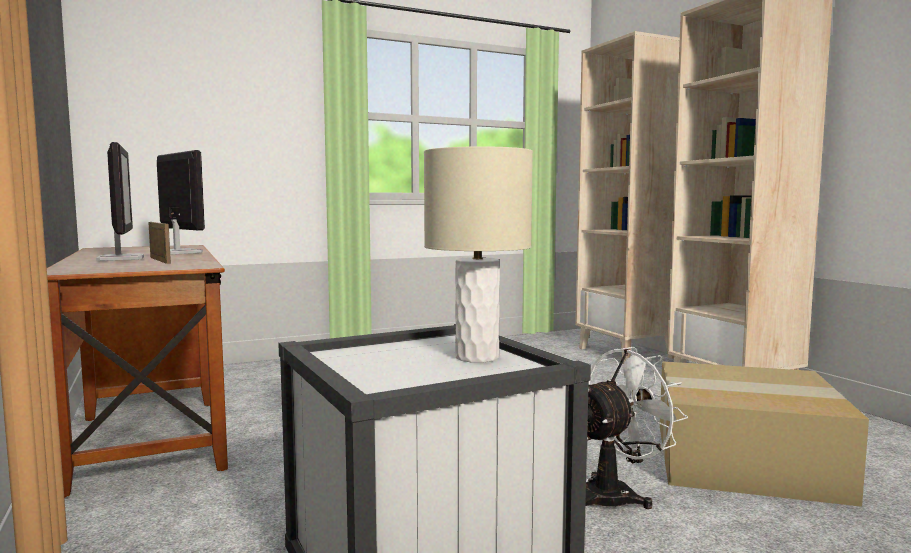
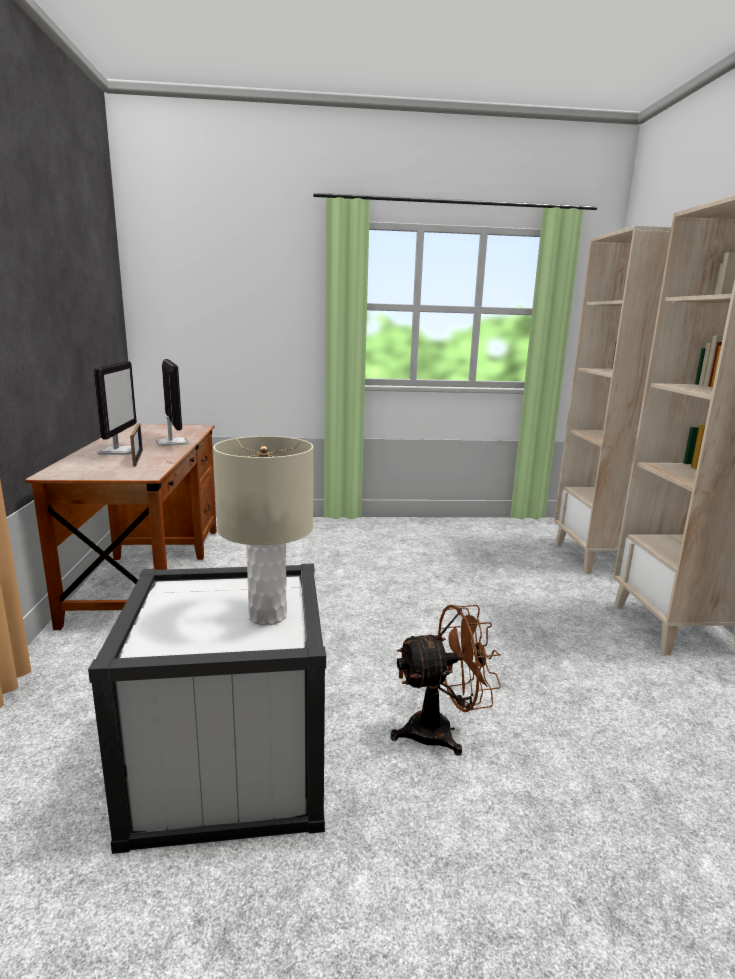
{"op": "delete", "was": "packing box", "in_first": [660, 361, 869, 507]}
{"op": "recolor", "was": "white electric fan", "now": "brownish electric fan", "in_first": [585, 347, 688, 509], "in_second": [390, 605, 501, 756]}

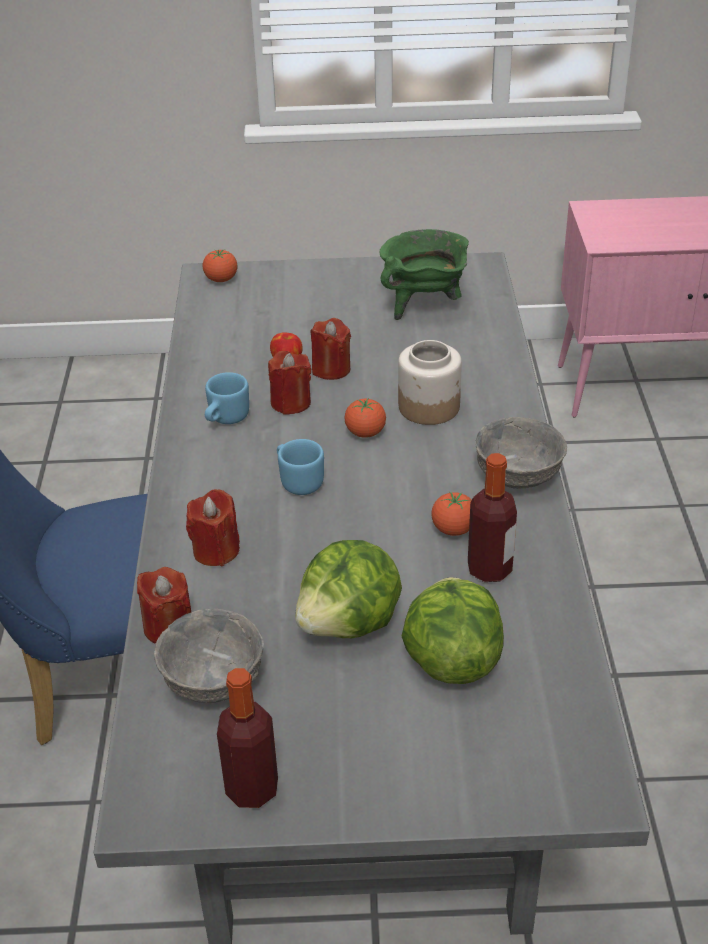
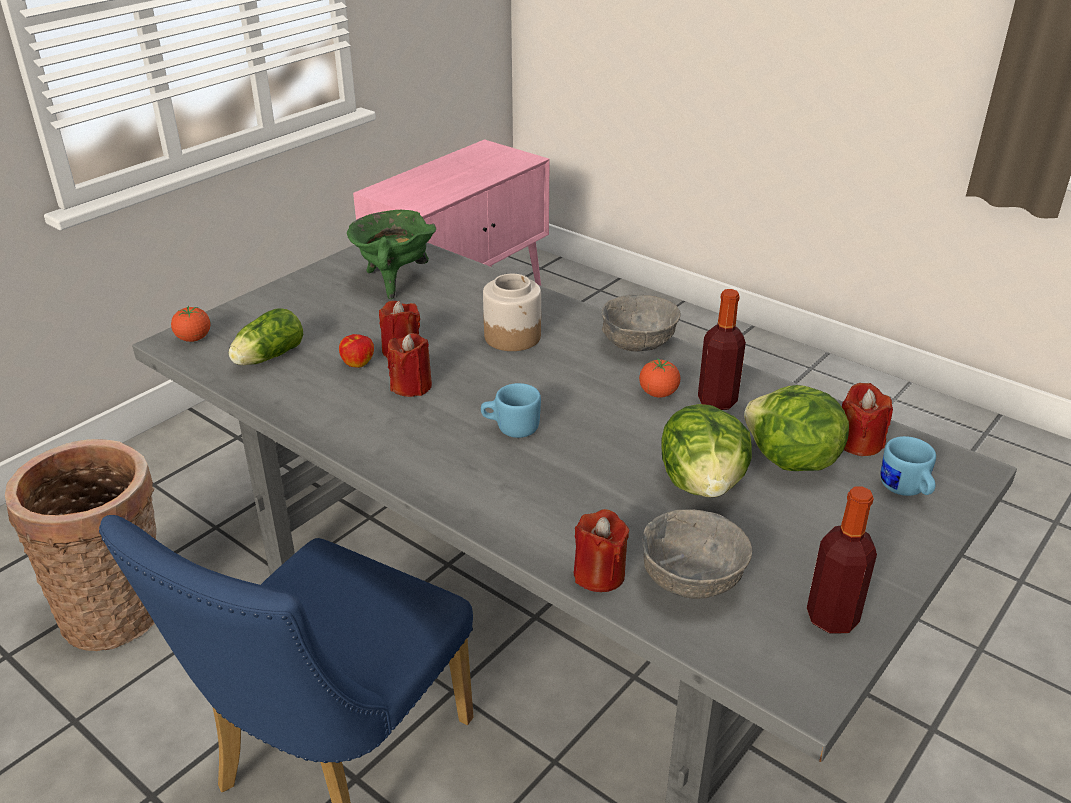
{"op": "delete", "was": "tomato", "in_first": [344, 398, 386, 438]}
{"op": "insert", "now": "storage basket", "in_second": [5, 439, 156, 651]}
{"op": "insert", "now": "lettuce head", "in_second": [229, 308, 303, 365]}
{"op": "move", "was": "red candle", "in_first": [186, 489, 240, 566], "in_second": [842, 383, 893, 456]}
{"op": "move", "was": "blue-coloured coffee mug", "in_first": [205, 372, 249, 424], "in_second": [880, 436, 936, 496]}

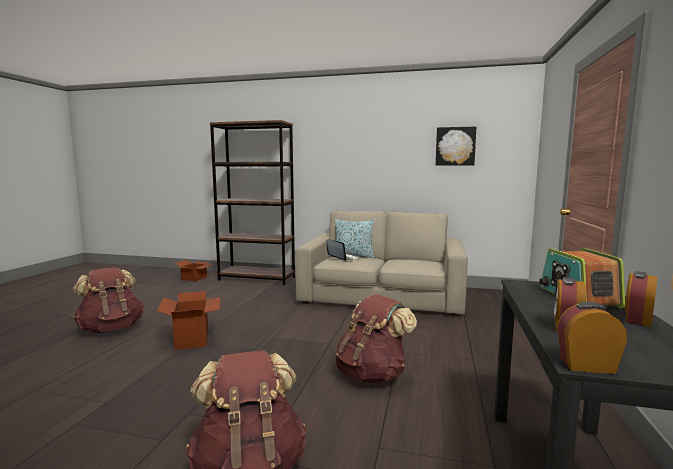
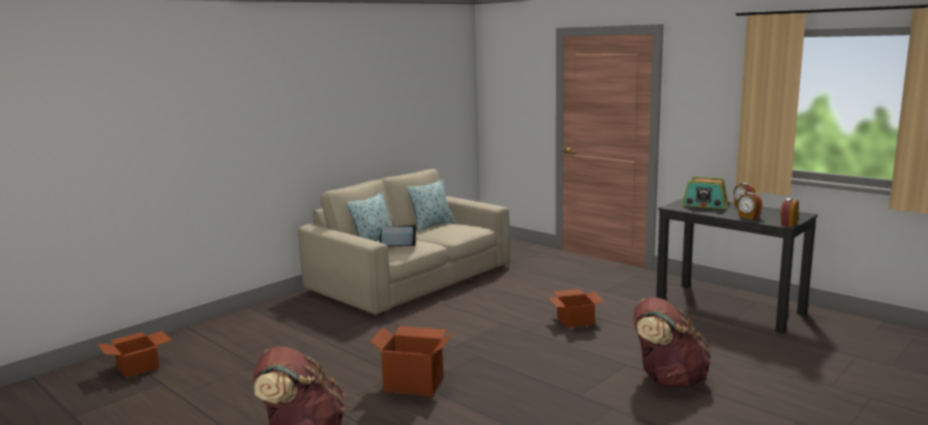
{"op": "delete", "was": "brownish bookshelf", "in_first": [210, 120, 295, 285]}
{"op": "delete", "was": "wall art", "in_first": [436, 126, 477, 166]}
{"op": "insert", "now": "pillow", "in_second": [407, 179, 455, 232]}
{"op": "replace", "was": "brownish knapsack", "now": "packing box", "in_first": [335, 294, 417, 384], "in_second": [548, 289, 604, 328]}

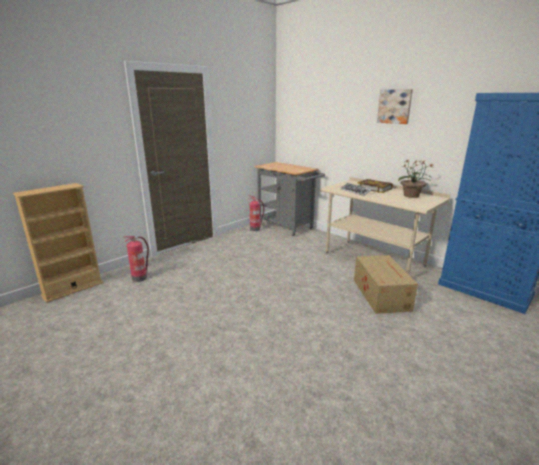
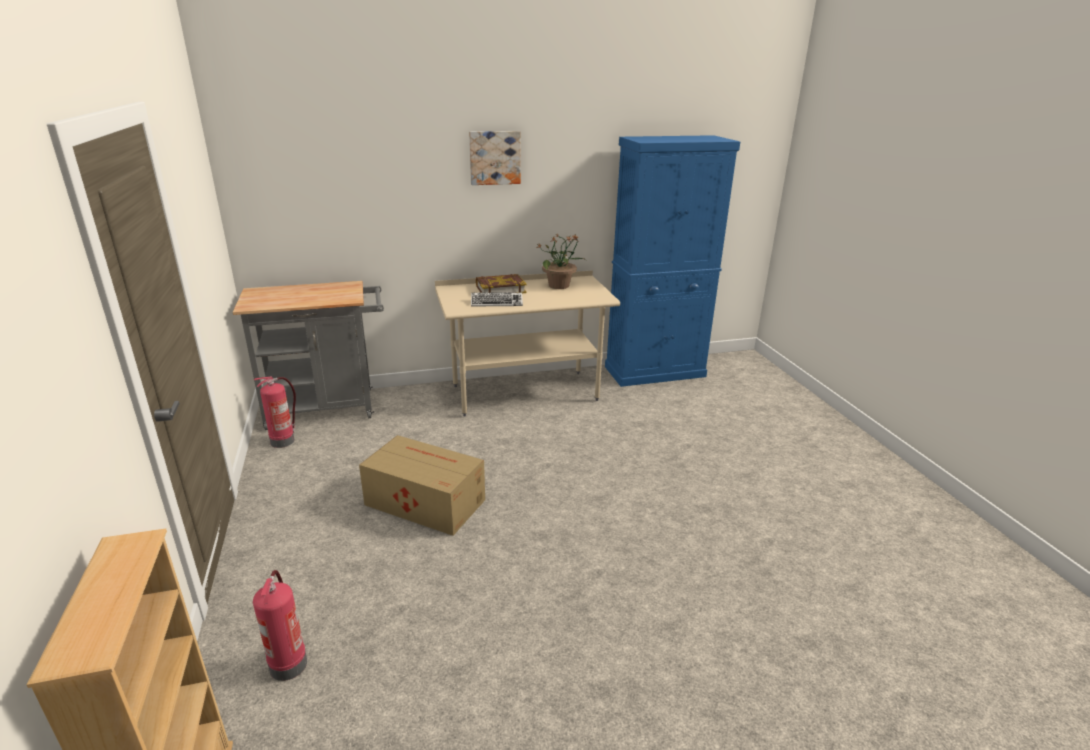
{"op": "move", "was": "packing box", "in_first": [354, 255, 418, 314], "in_second": [359, 435, 485, 536]}

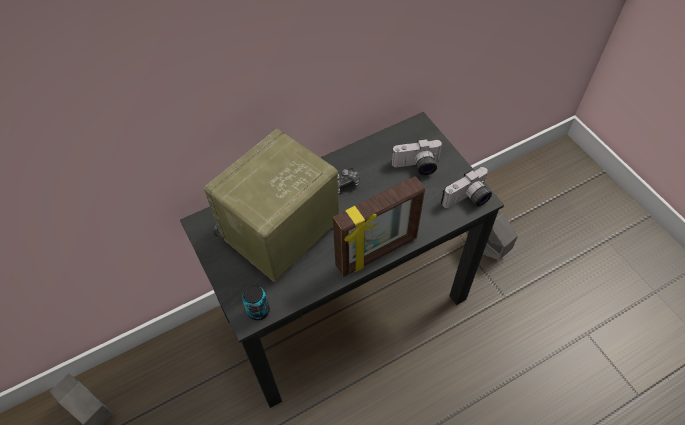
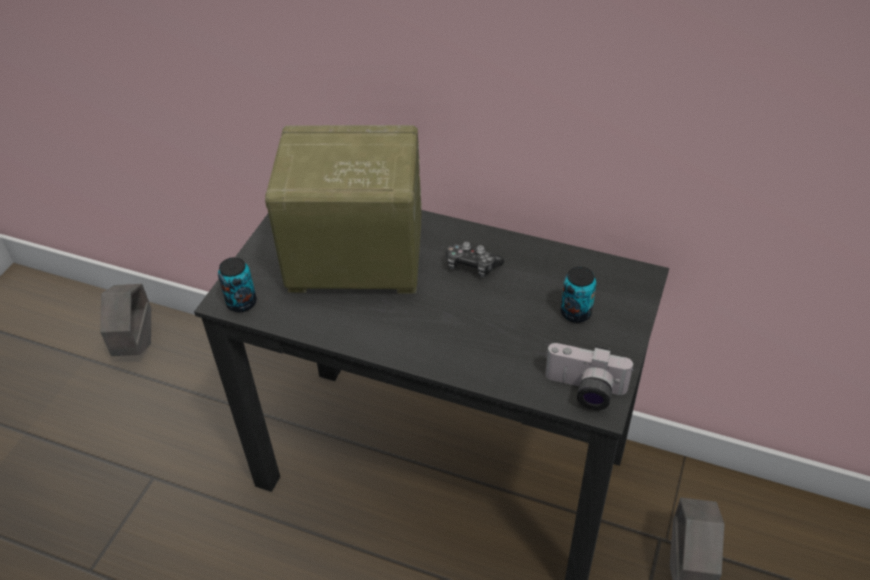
{"op": "delete", "was": "picture frame", "in_first": [333, 176, 425, 277]}
{"op": "replace", "was": "still camera", "now": "sealed can", "in_first": [392, 138, 442, 175], "in_second": [561, 267, 597, 323]}

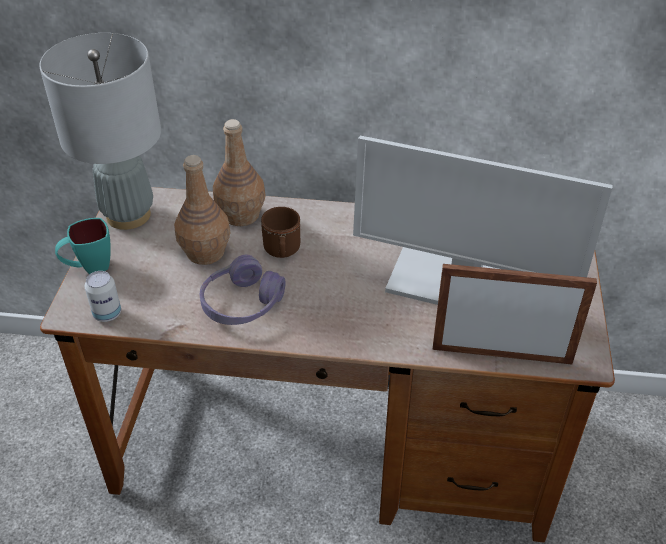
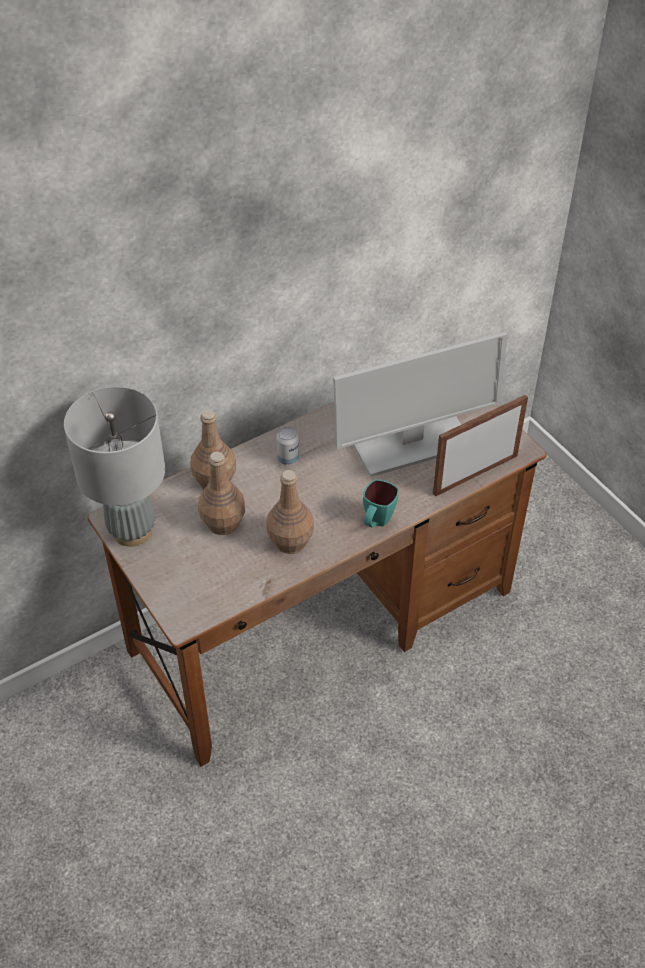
{"op": "delete", "was": "brownish coffee mug", "in_first": [261, 207, 300, 258]}
{"op": "move", "was": "blue-green coffee mug", "in_first": [55, 218, 111, 274], "in_second": [363, 479, 399, 527]}
{"op": "move", "was": "sealed can", "in_first": [84, 271, 121, 322], "in_second": [276, 427, 299, 465]}
{"op": "replace", "was": "purplish headset", "now": "brownish bottle", "in_first": [200, 255, 286, 325], "in_second": [266, 470, 314, 554]}

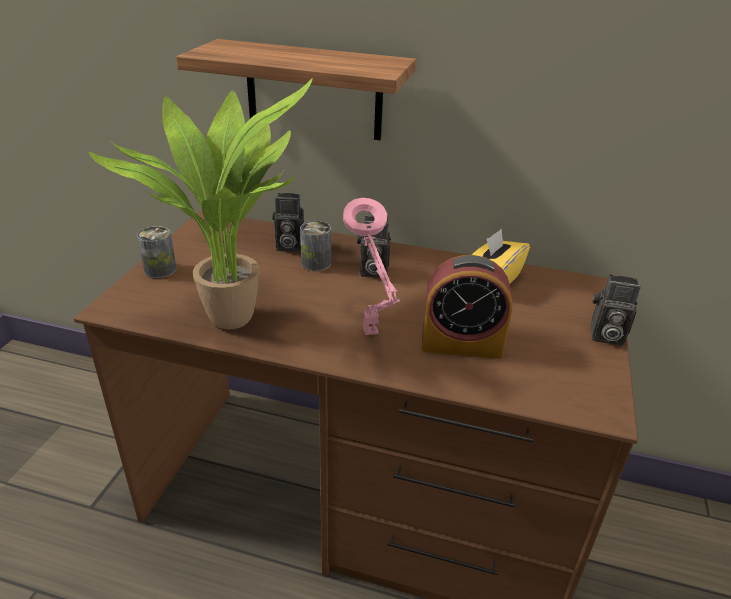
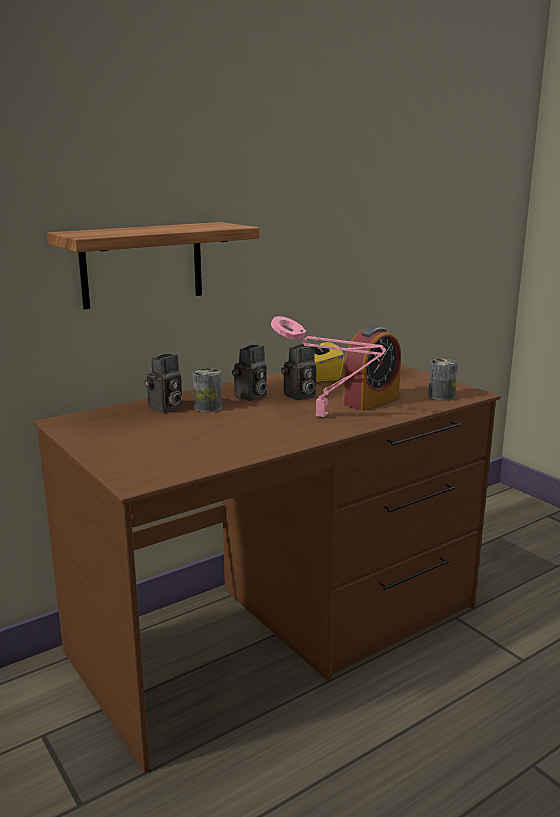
{"op": "delete", "was": "plant in a pot", "in_first": [88, 78, 313, 329]}
{"op": "move", "was": "sealed can", "in_first": [137, 226, 176, 279], "in_second": [428, 359, 458, 401]}
{"op": "move", "was": "still camera", "in_first": [591, 274, 641, 346], "in_second": [281, 344, 316, 400]}

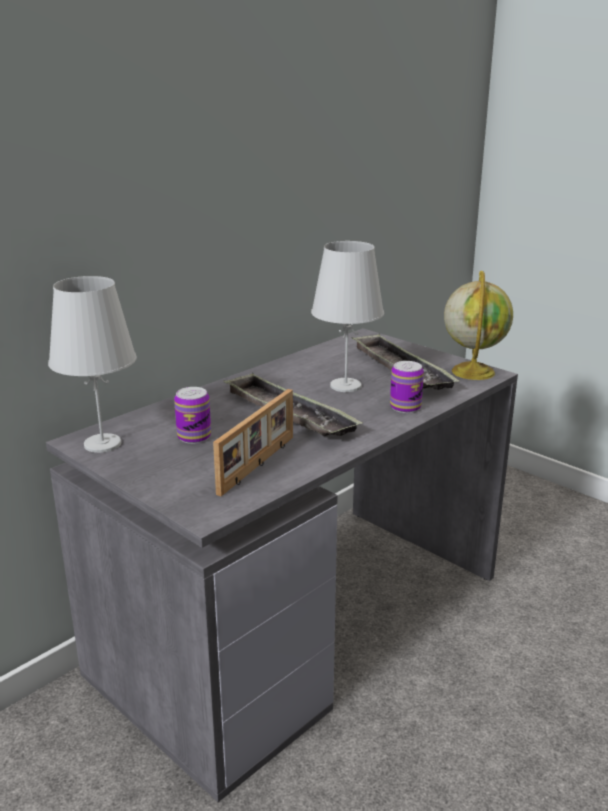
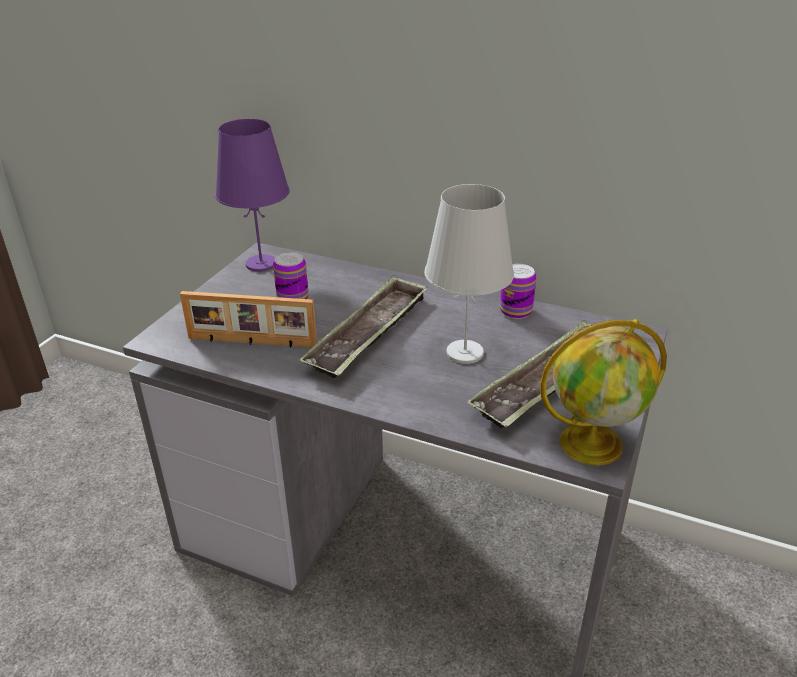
{"op": "move", "was": "sealed can", "in_first": [390, 361, 424, 413], "in_second": [500, 264, 536, 319]}
{"op": "recolor", "was": "white tabletop lamp", "now": "purplish tabletop lamp", "in_first": [48, 276, 137, 453], "in_second": [215, 119, 290, 272]}

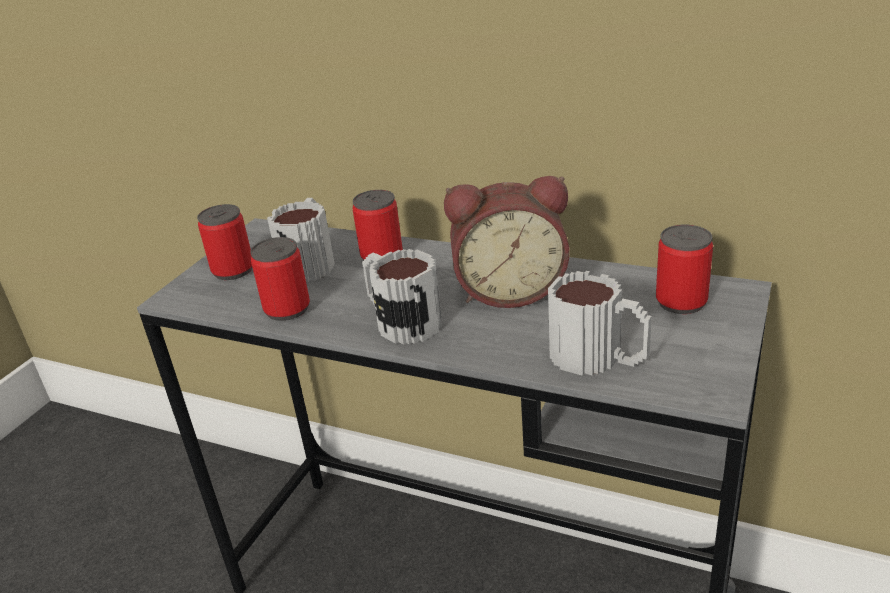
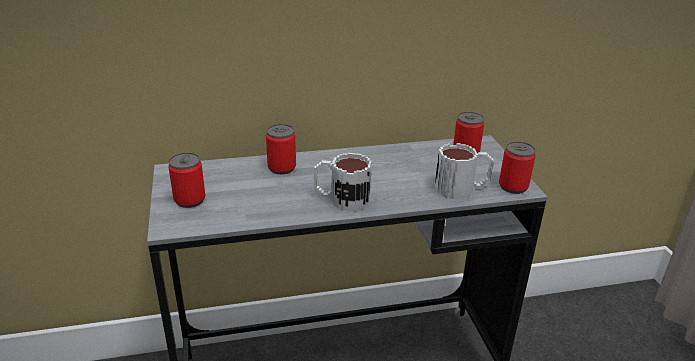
{"op": "delete", "was": "coffee mug", "in_first": [267, 198, 335, 282]}
{"op": "delete", "was": "table clock", "in_first": [444, 176, 570, 308]}
{"op": "move", "was": "sealed can", "in_first": [250, 237, 310, 321], "in_second": [499, 142, 536, 194]}

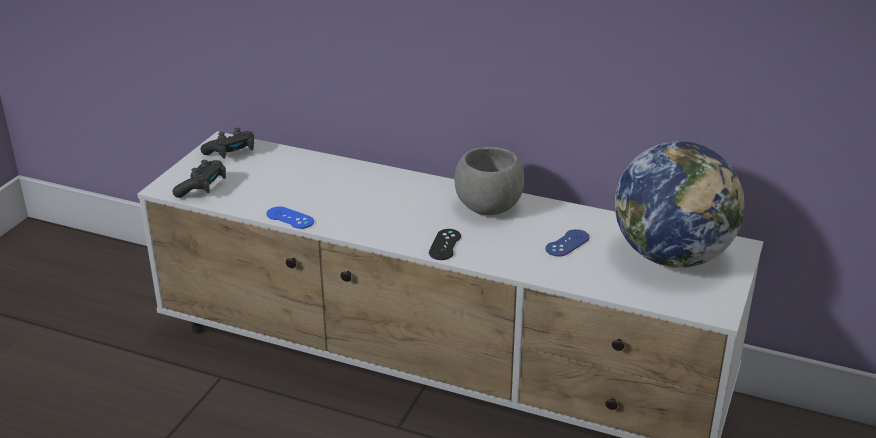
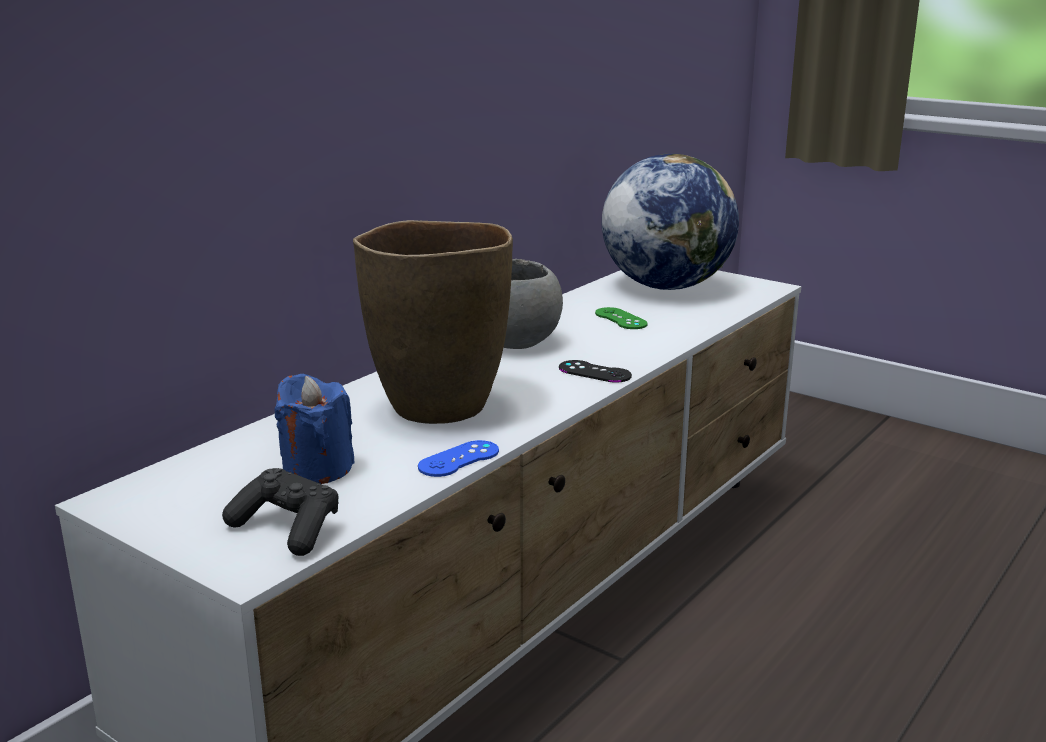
{"op": "delete", "was": "black game controller", "in_first": [201, 128, 254, 159]}
{"op": "insert", "now": "blue-coloured candle", "in_second": [275, 374, 355, 484]}
{"op": "insert", "now": "brownish flower vase", "in_second": [353, 220, 513, 424]}
{"op": "recolor", "was": "blue-coloured game controller", "now": "green game controller", "in_first": [545, 229, 589, 256], "in_second": [595, 307, 648, 329]}

